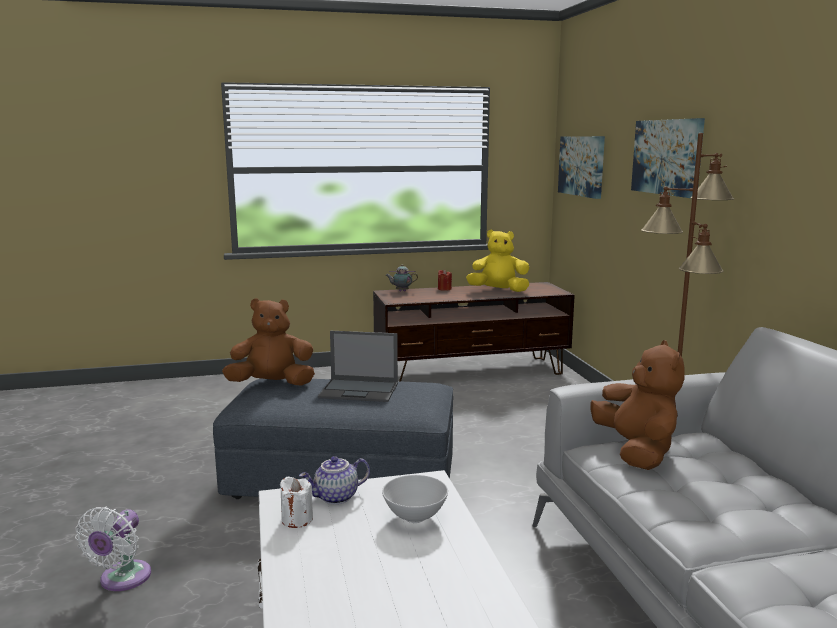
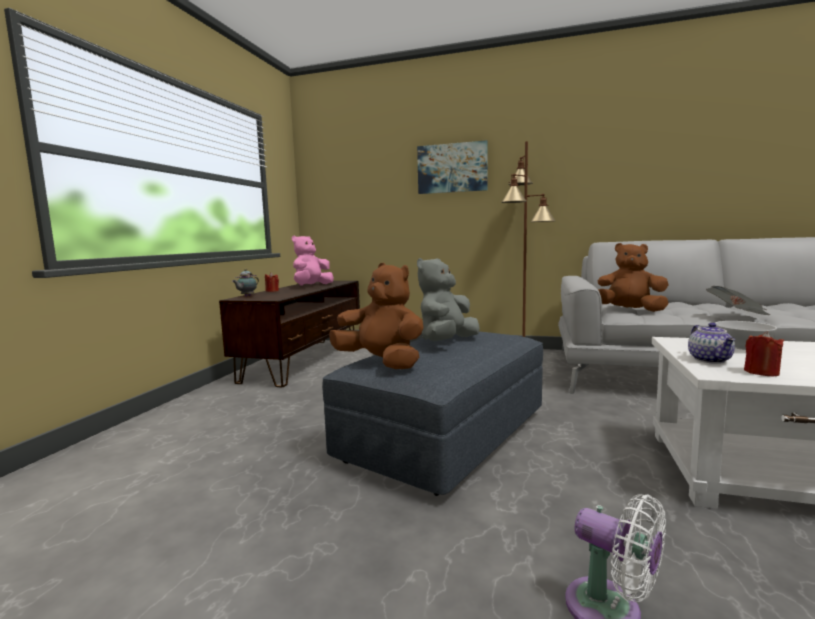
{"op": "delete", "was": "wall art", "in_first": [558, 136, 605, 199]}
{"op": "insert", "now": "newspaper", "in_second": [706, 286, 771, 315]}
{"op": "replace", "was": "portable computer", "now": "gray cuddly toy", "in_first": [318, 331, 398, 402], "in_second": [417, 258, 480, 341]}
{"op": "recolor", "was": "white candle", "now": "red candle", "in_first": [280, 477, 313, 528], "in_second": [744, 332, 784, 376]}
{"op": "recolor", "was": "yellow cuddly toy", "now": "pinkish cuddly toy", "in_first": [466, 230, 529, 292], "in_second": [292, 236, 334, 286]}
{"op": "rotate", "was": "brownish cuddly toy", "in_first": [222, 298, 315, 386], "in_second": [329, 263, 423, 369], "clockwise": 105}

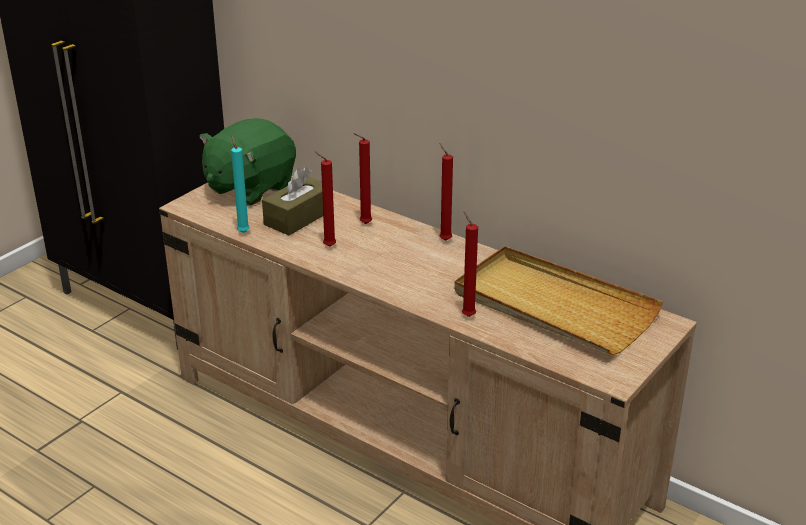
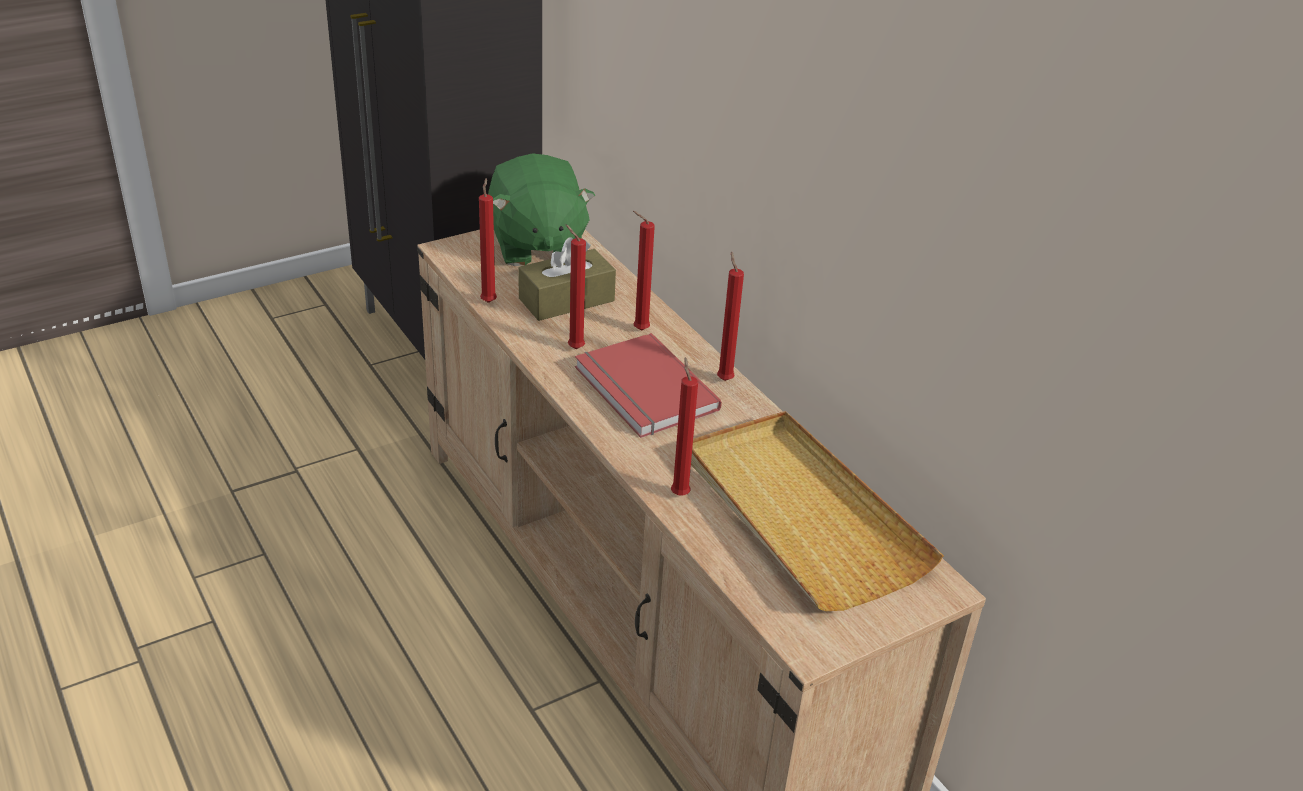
{"op": "insert", "now": "red bound book", "in_second": [575, 333, 722, 438]}
{"op": "recolor", "was": "blue-green candle", "now": "red candle", "in_first": [231, 135, 250, 233], "in_second": [479, 178, 497, 303]}
{"op": "rotate", "was": "green cuddly toy", "in_first": [199, 118, 296, 206], "in_second": [488, 153, 595, 266], "clockwise": -75}

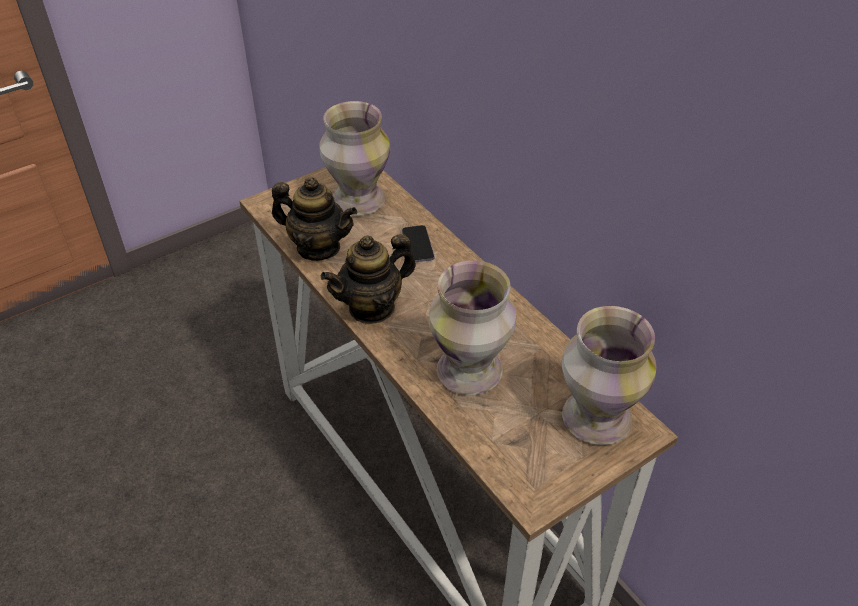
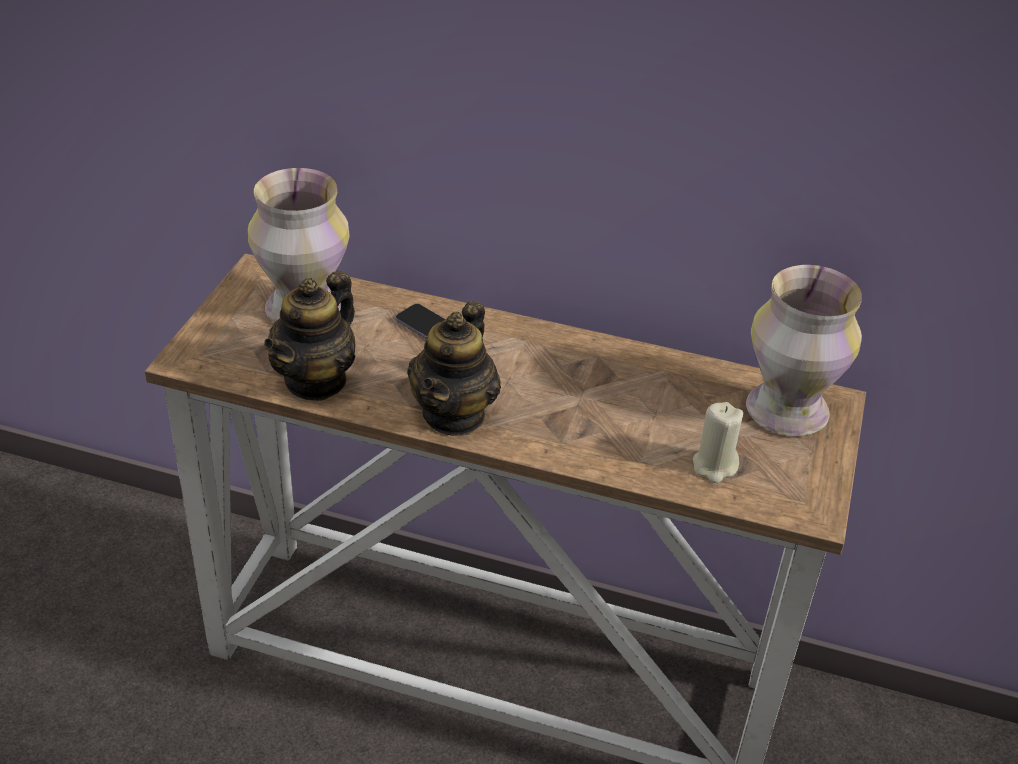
{"op": "delete", "was": "flower vase", "in_first": [429, 260, 516, 395]}
{"op": "insert", "now": "sand-coloured candle", "in_second": [693, 402, 743, 483]}
{"op": "rotate", "was": "teapot", "in_first": [272, 177, 357, 261], "in_second": [264, 271, 356, 401], "clockwise": 135}

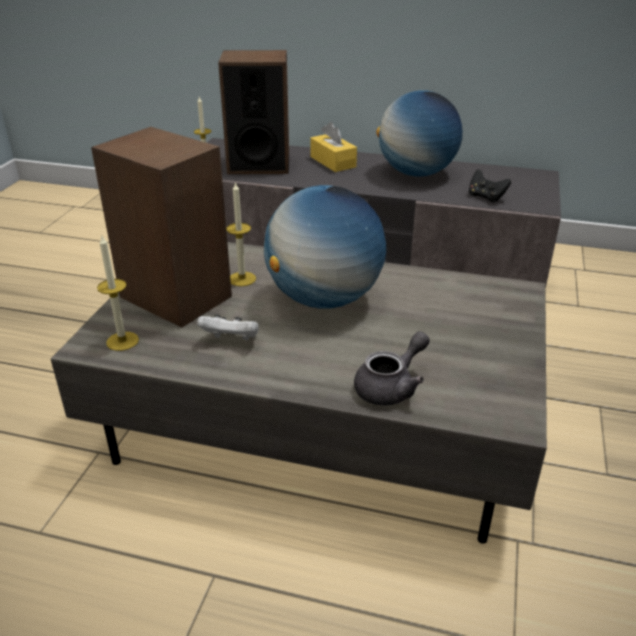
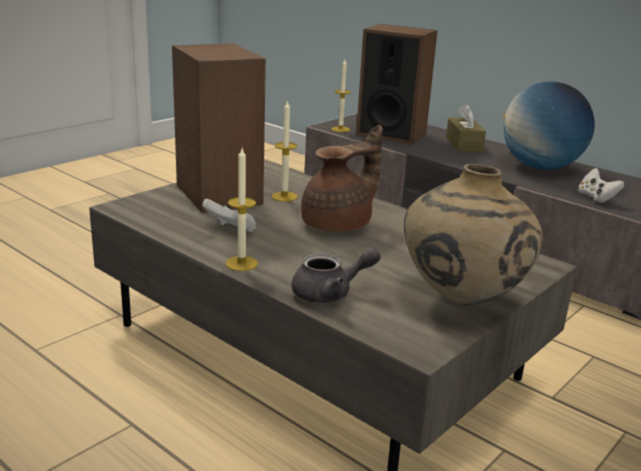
{"op": "insert", "now": "sand-coloured flower vase", "in_second": [404, 164, 543, 305]}
{"op": "move", "was": "candle", "in_first": [97, 234, 139, 351], "in_second": [225, 148, 258, 271]}
{"op": "replace", "was": "desk globe", "now": "brownish teapot", "in_first": [264, 185, 386, 309], "in_second": [301, 125, 383, 232]}
{"op": "recolor", "was": "yellow box of tissues", "now": "brownish box of tissues", "in_first": [310, 122, 357, 172], "in_second": [446, 104, 486, 152]}
{"op": "recolor", "was": "black game controller", "now": "white game controller", "in_first": [469, 169, 511, 202], "in_second": [578, 168, 624, 203]}

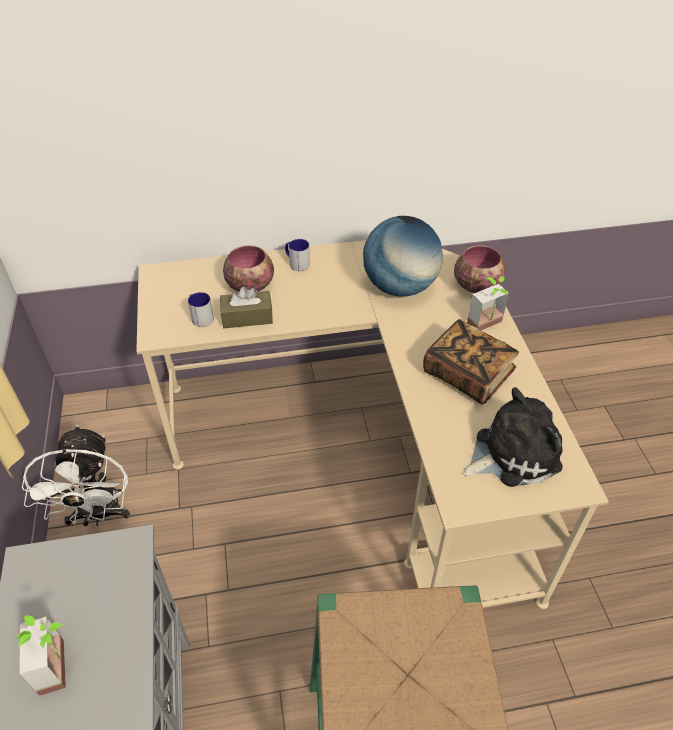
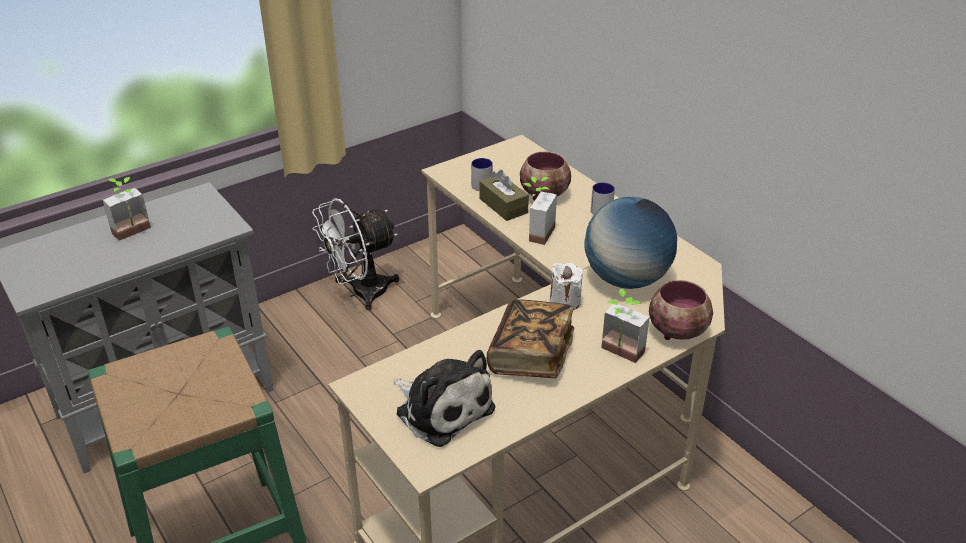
{"op": "insert", "now": "plant in a pot", "in_second": [524, 177, 557, 245]}
{"op": "insert", "now": "white candle", "in_second": [550, 263, 582, 310]}

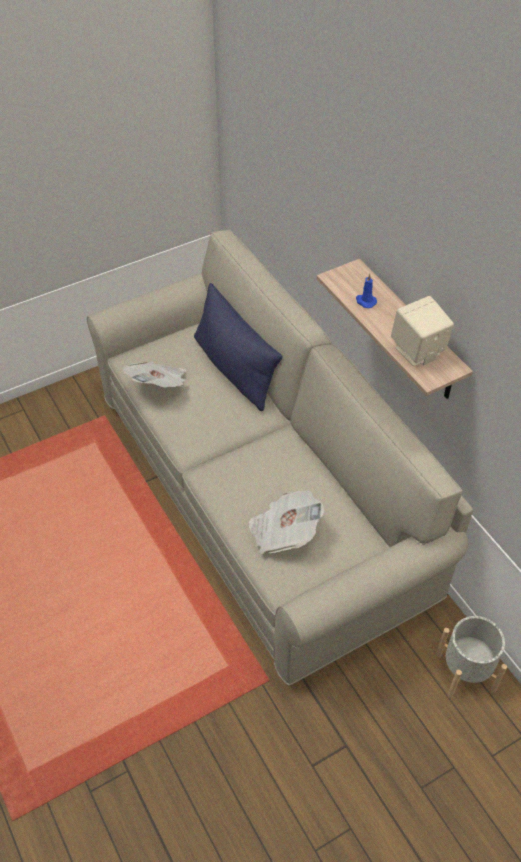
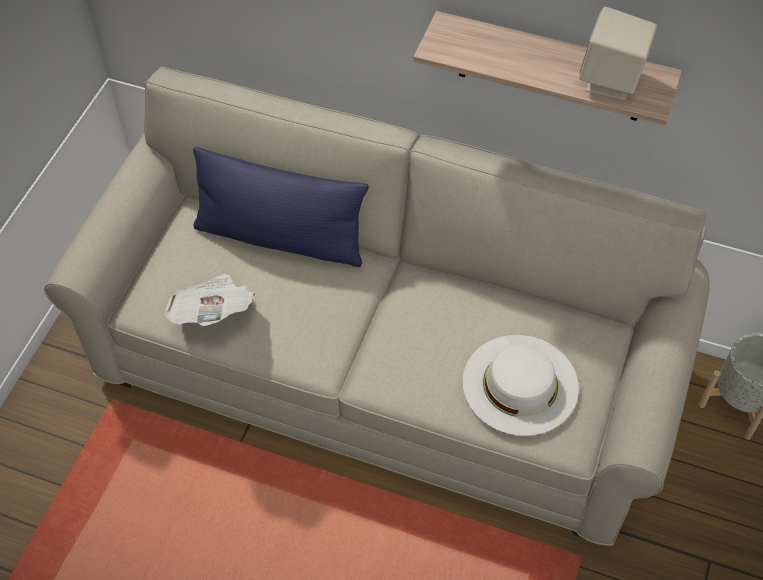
{"op": "delete", "was": "blue-coloured candle", "in_first": [356, 274, 377, 308]}
{"op": "replace", "was": "newspaper", "now": "white hat", "in_first": [248, 490, 325, 554], "in_second": [463, 335, 579, 436]}

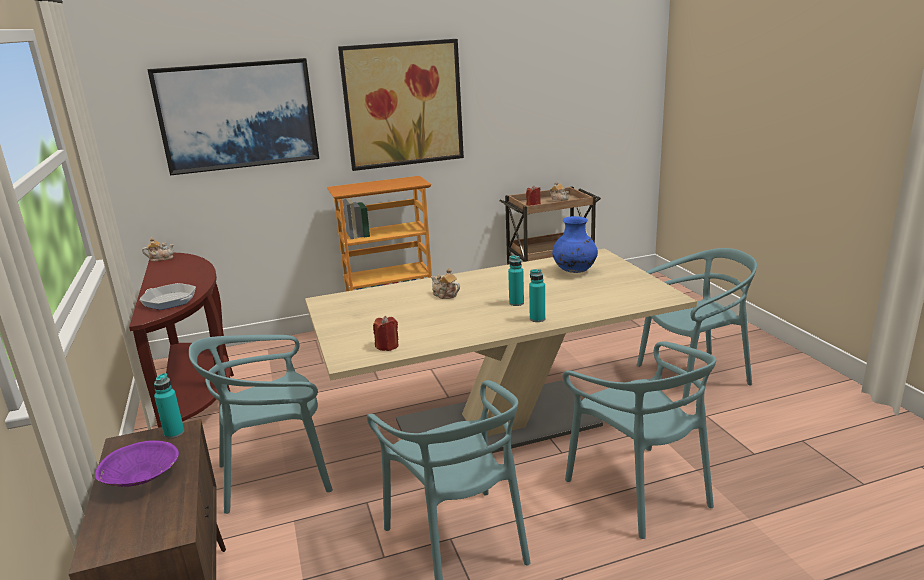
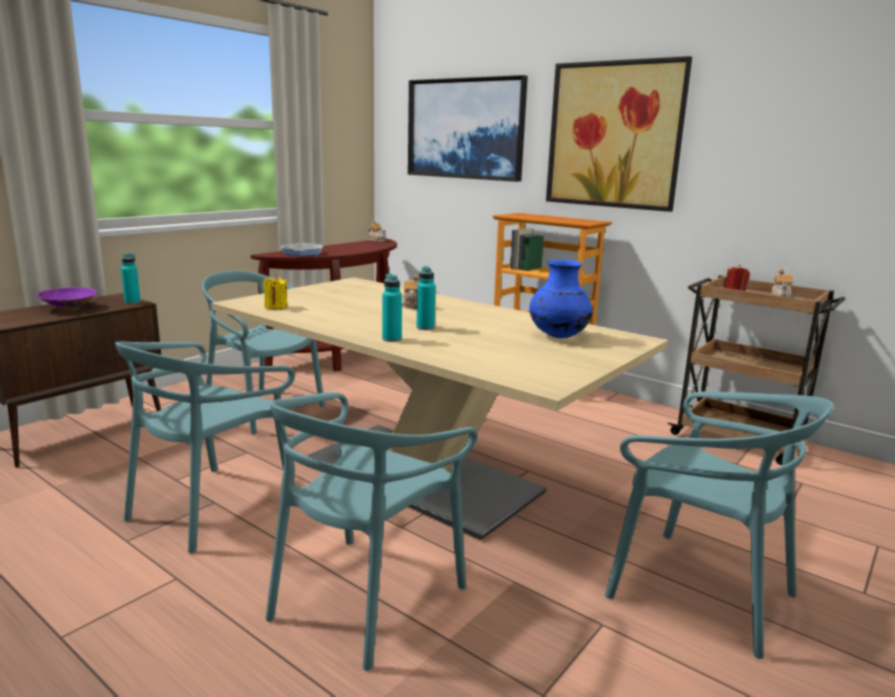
{"op": "recolor", "was": "red candle", "now": "yellow candle", "in_first": [373, 316, 399, 351], "in_second": [263, 275, 287, 309]}

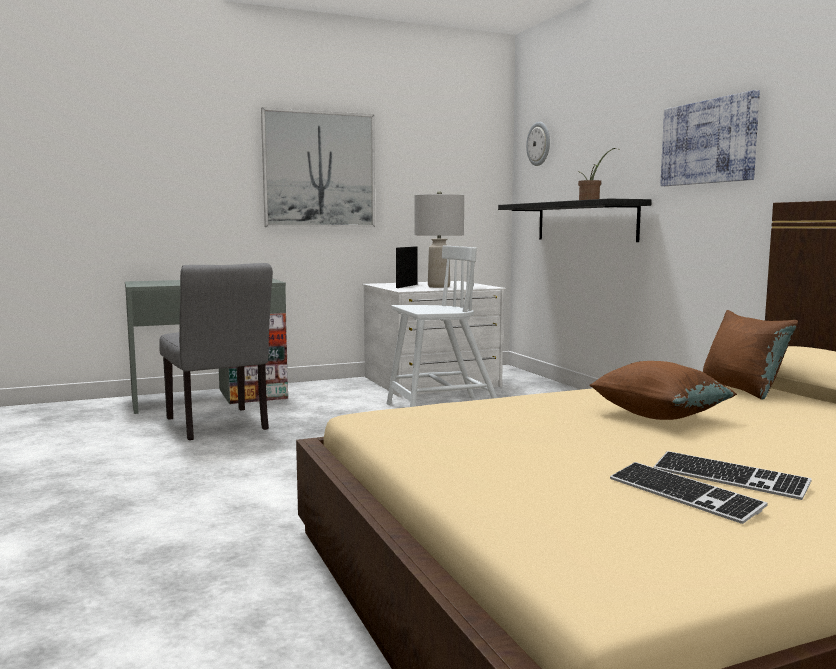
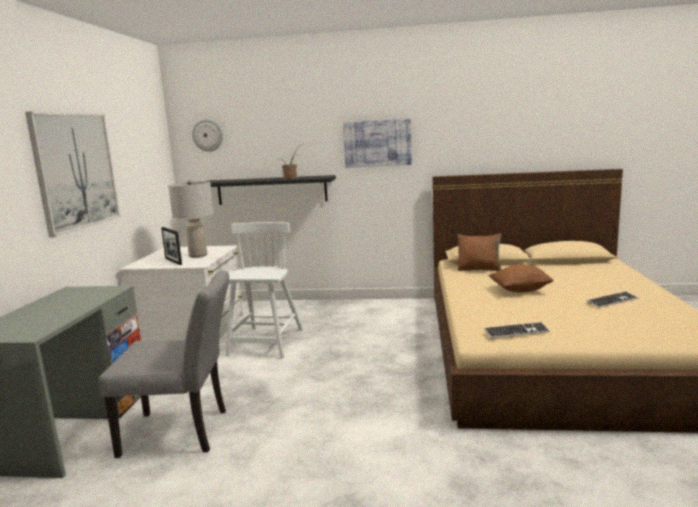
{"op": "move", "was": "computer keyboard", "in_first": [610, 462, 768, 524], "in_second": [484, 322, 550, 338]}

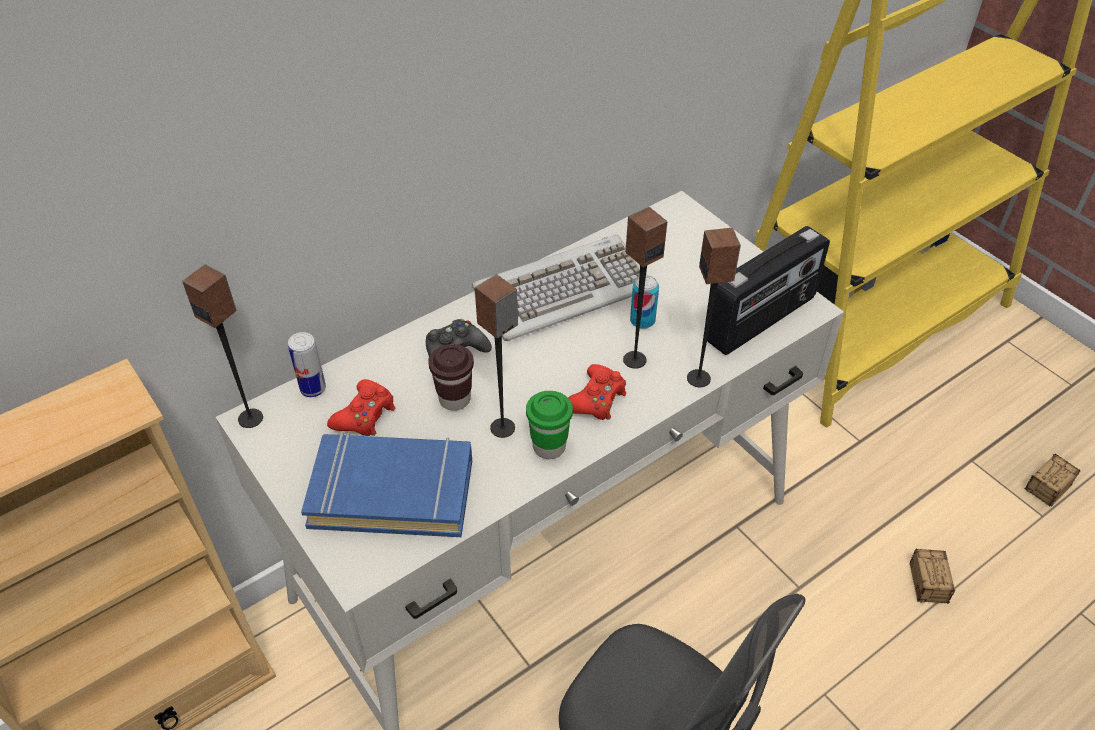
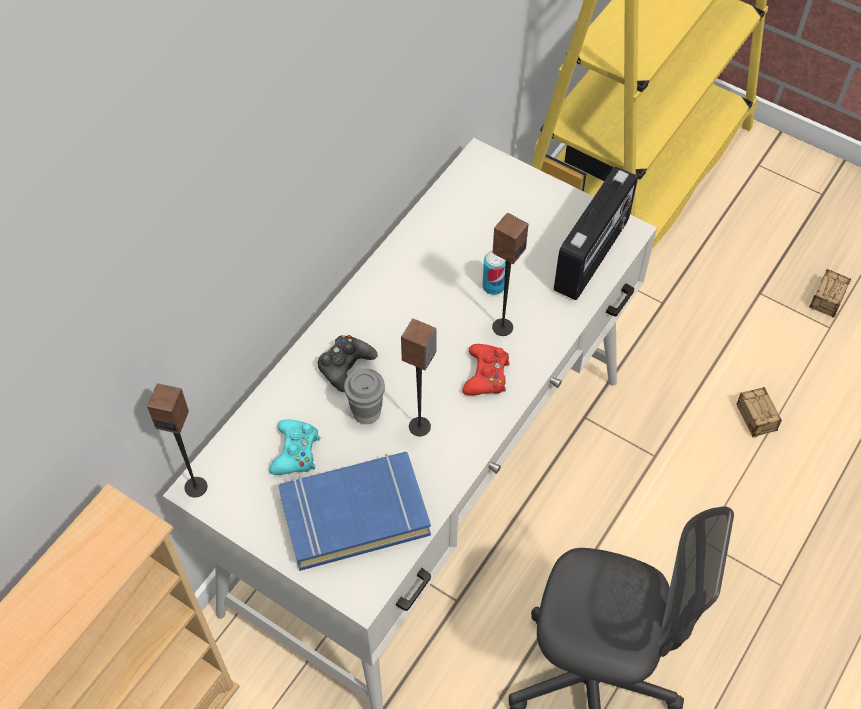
{"op": "delete", "was": "sealed can", "in_first": [288, 332, 326, 397]}
{"op": "delete", "was": "computer keyboard", "in_first": [472, 235, 647, 341]}
{"op": "delete", "was": "green cup", "in_first": [526, 391, 573, 459]}
{"op": "delete", "was": "speaker", "in_first": [687, 228, 741, 387]}
{"op": "recolor", "was": "red game controller", "now": "blue-green game controller", "in_first": [327, 379, 395, 436], "in_second": [269, 419, 320, 475]}
{"op": "recolor", "was": "brownish cup", "now": "gray cup", "in_first": [428, 344, 474, 411], "in_second": [344, 368, 385, 424]}

